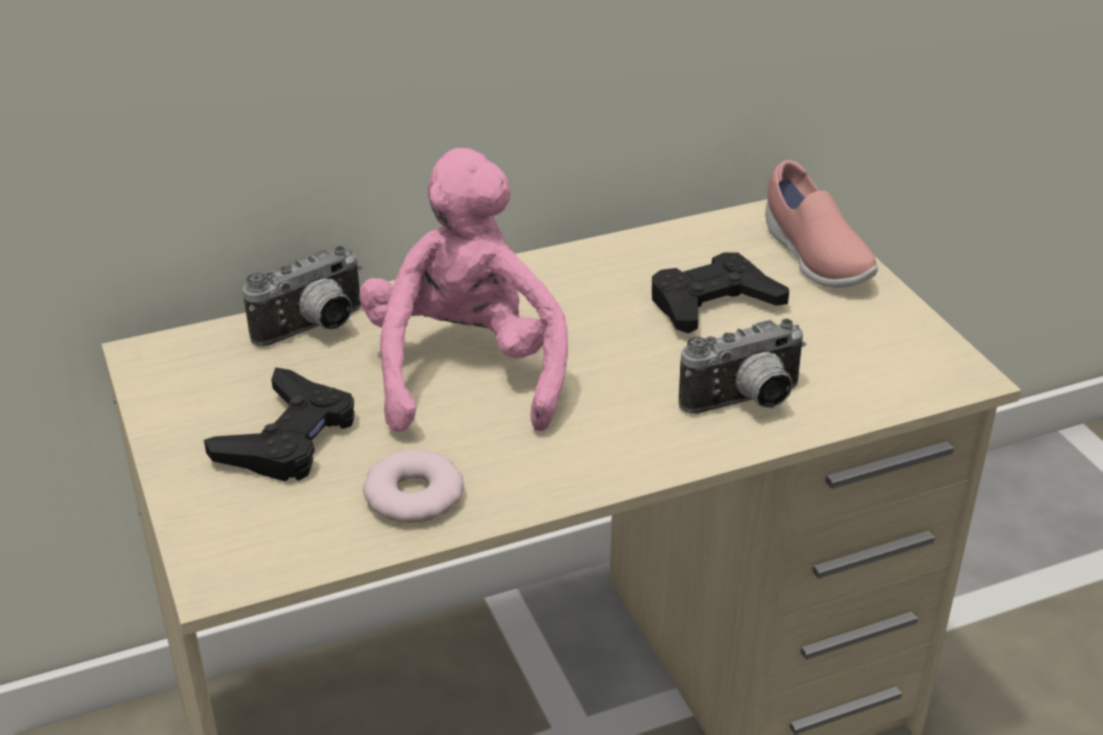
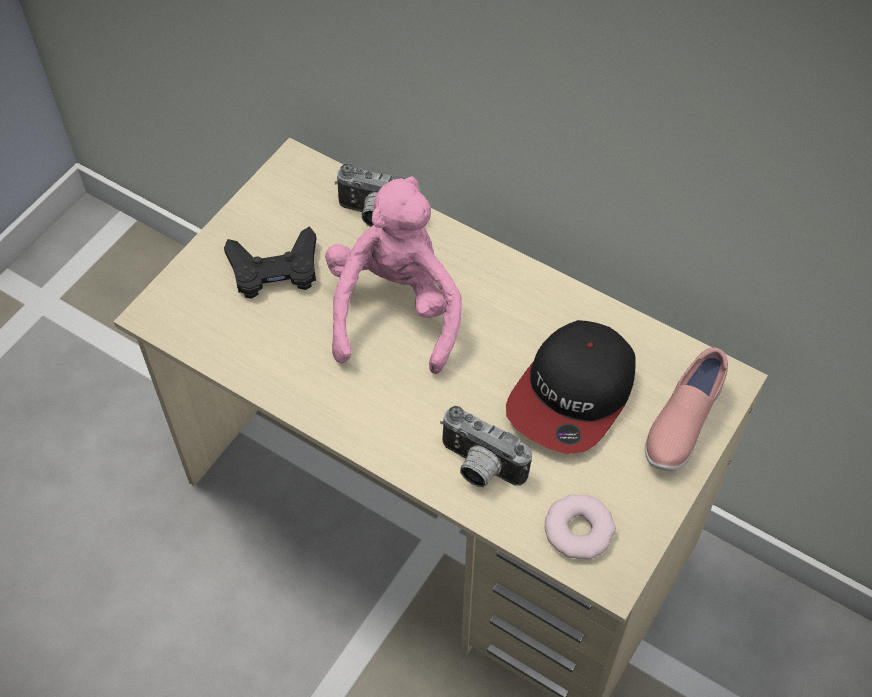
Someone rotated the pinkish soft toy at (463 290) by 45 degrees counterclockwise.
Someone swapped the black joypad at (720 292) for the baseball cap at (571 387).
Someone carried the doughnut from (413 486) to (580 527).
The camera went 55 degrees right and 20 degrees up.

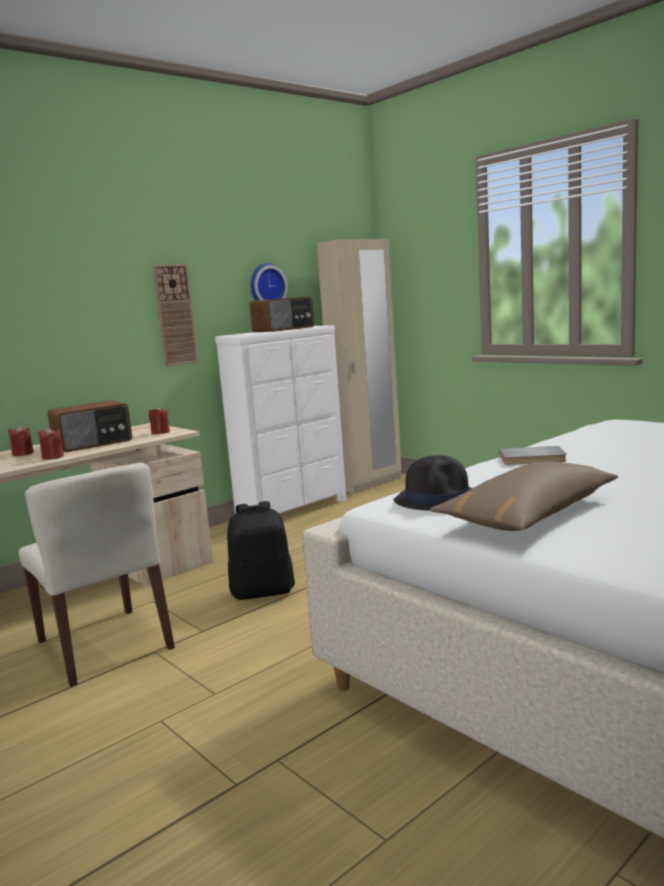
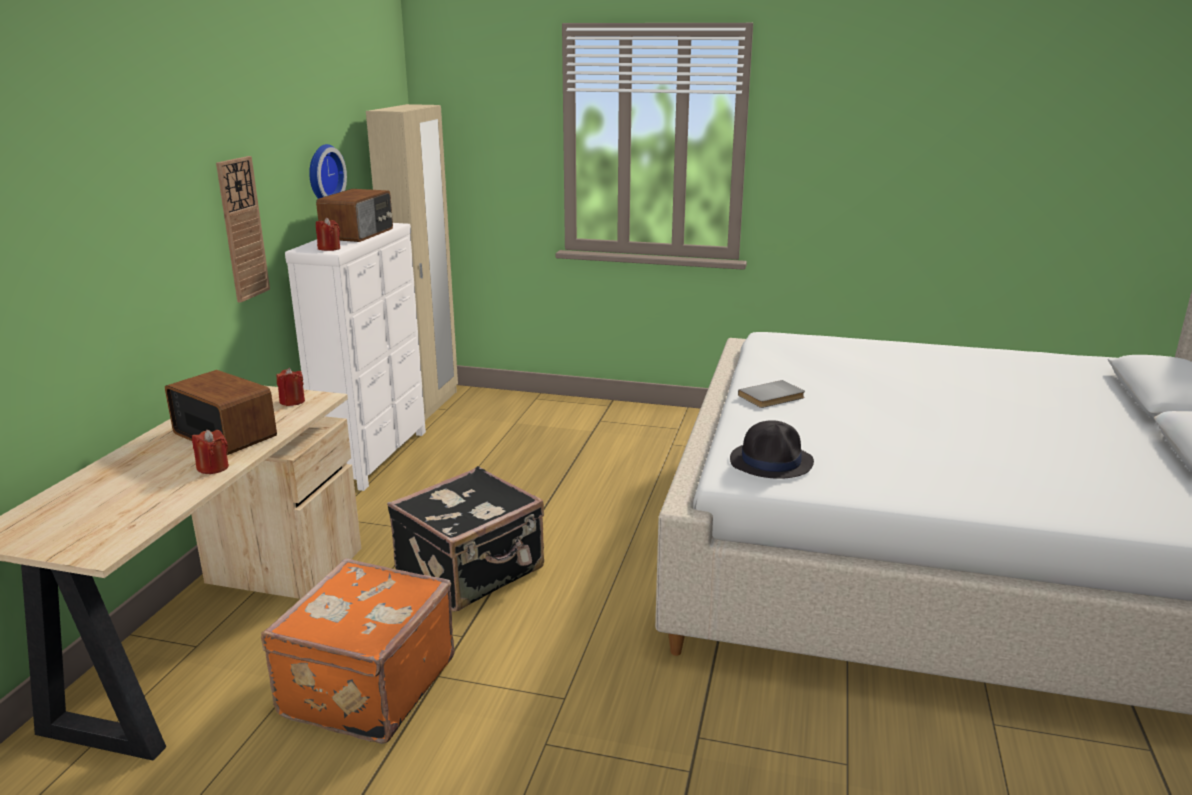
Someone rotated the radio receiver at (89 426) by 75 degrees counterclockwise.
Someone swapped the sand-coloured plain chair at (97 575) for the orangey travel case at (358 651).
Someone carried the red candle from (21 440) to (328 234).
Someone swapped the black backpack at (261 550) for the black travel case at (465 539).
Someone took away the brown cushion at (524 496).
The camera went 35 degrees left and 10 degrees up.

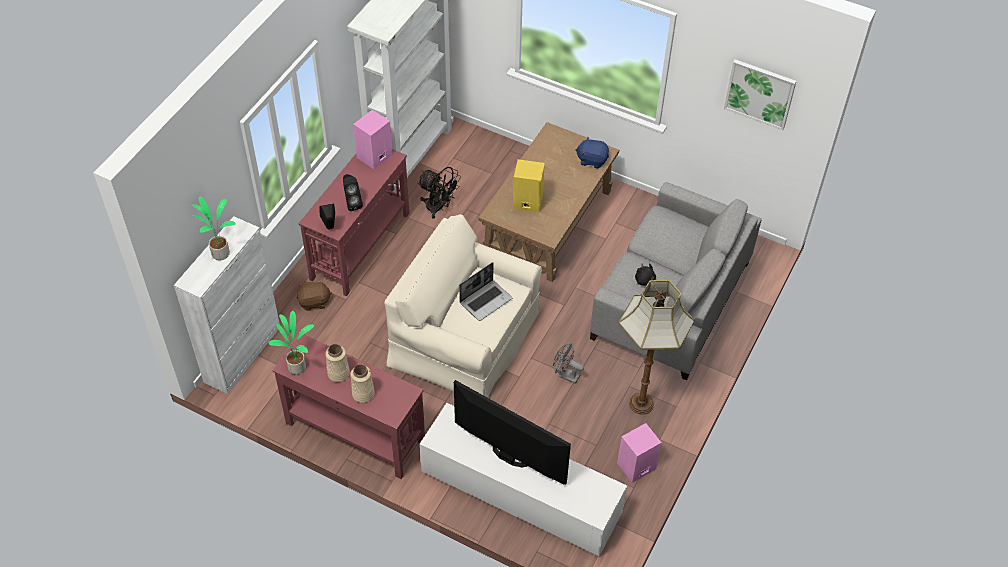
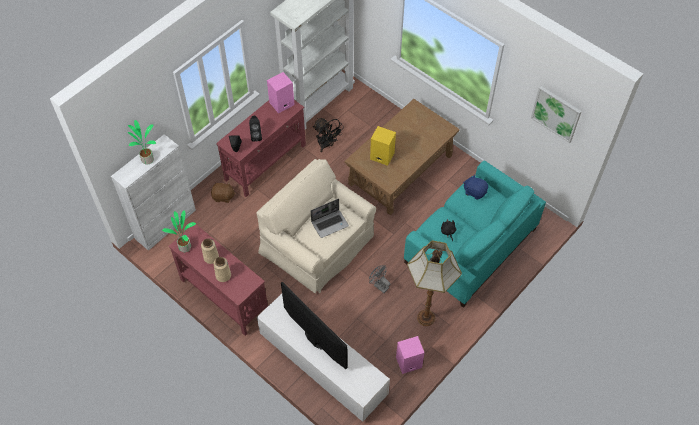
Someone repainted the greyish couch at (676 281), which became the blue-green couch at (475 234).
Someone carried the bluish soft toy from (592 153) to (475 187).
The camera went 15 degrees right and 5 degrees up.

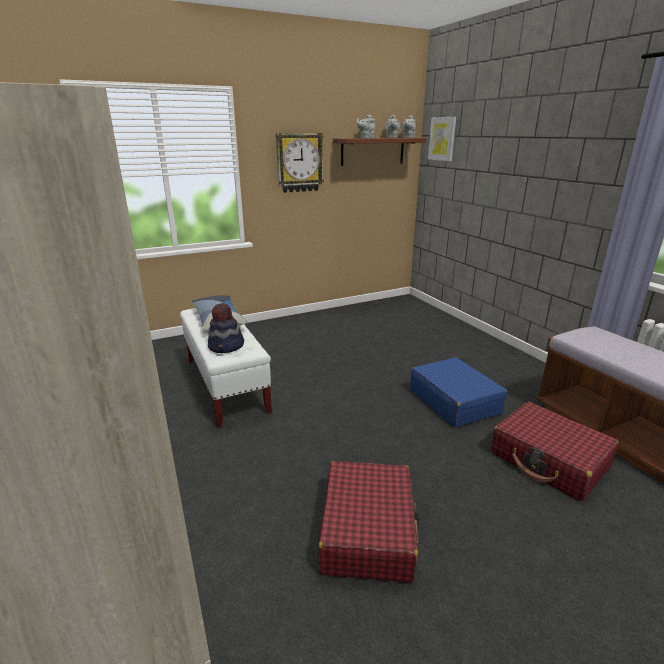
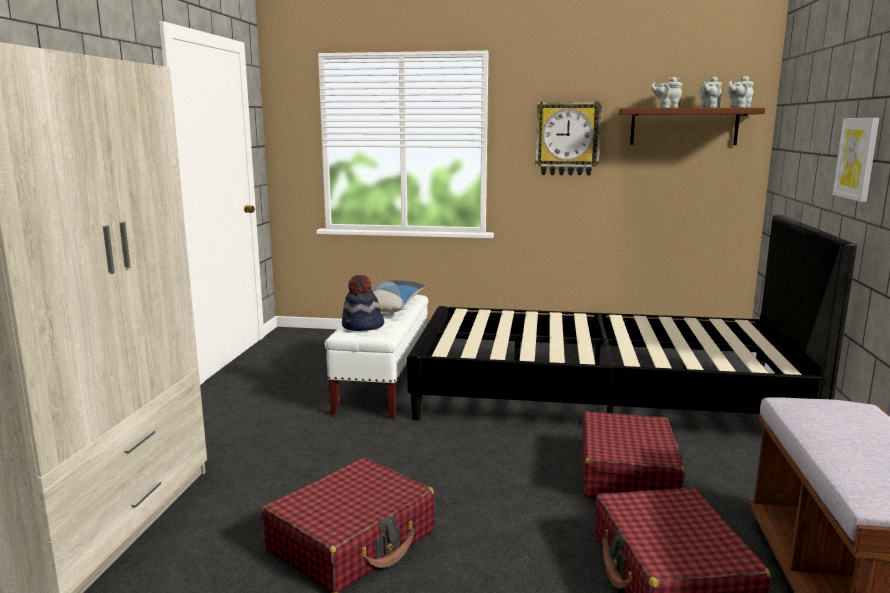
Someone put down the black sleeping bed at (632 317).
Someone repainted the bluish travel case at (458 392), which became the red travel case at (633 455).
Someone carried the wall art from (442 139) to (856 160).
The camera went 35 degrees right and 10 degrees down.

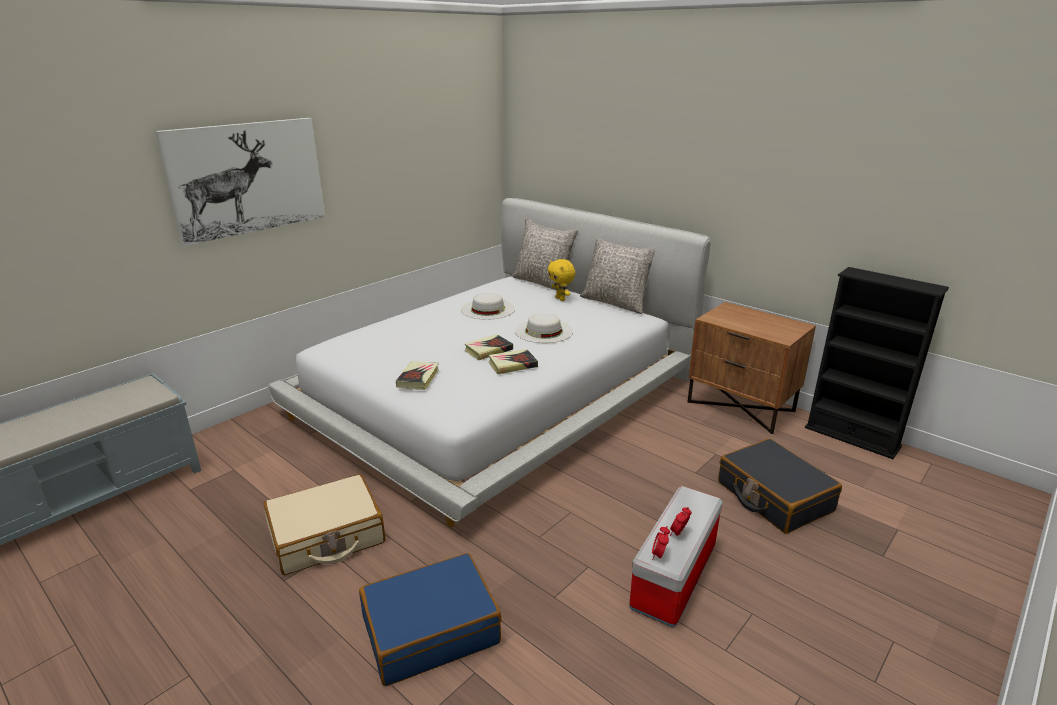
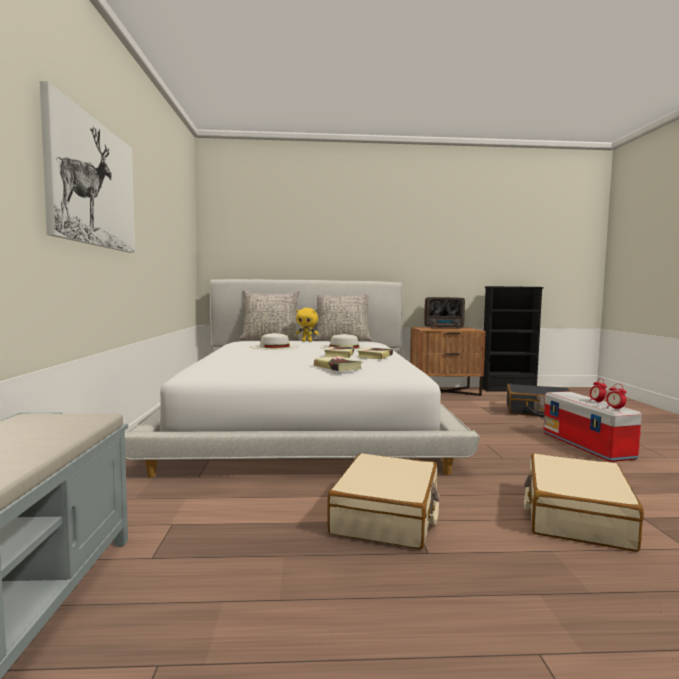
Someone put down the radio receiver at (444 313).
Someone repainted the bluish travel case at (430 619), which became the sand-coloured travel case at (584 503).
The camera went 45 degrees left and 20 degrees down.

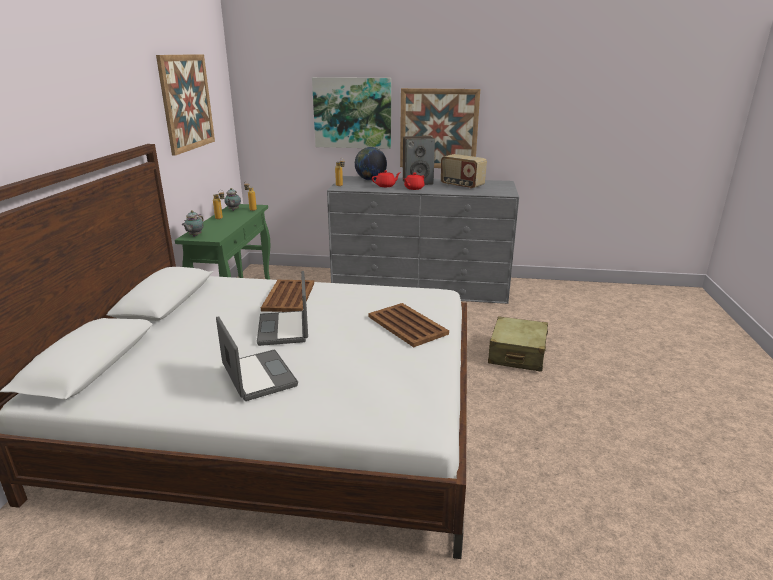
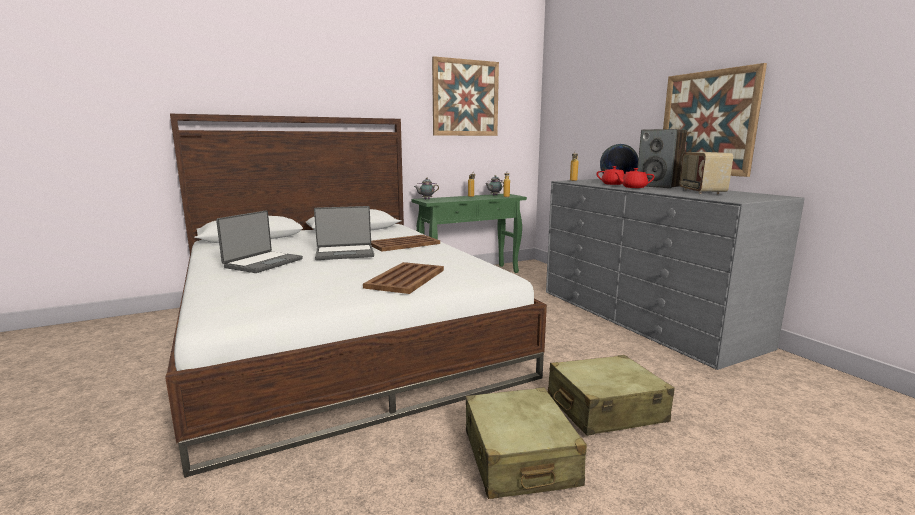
Someone rotated the portable computer at (282 308) by 150 degrees counterclockwise.
Someone put down the sand-coloured travel case at (526 443).
Someone took away the wall art at (351 113).
The camera went 55 degrees right and 10 degrees down.

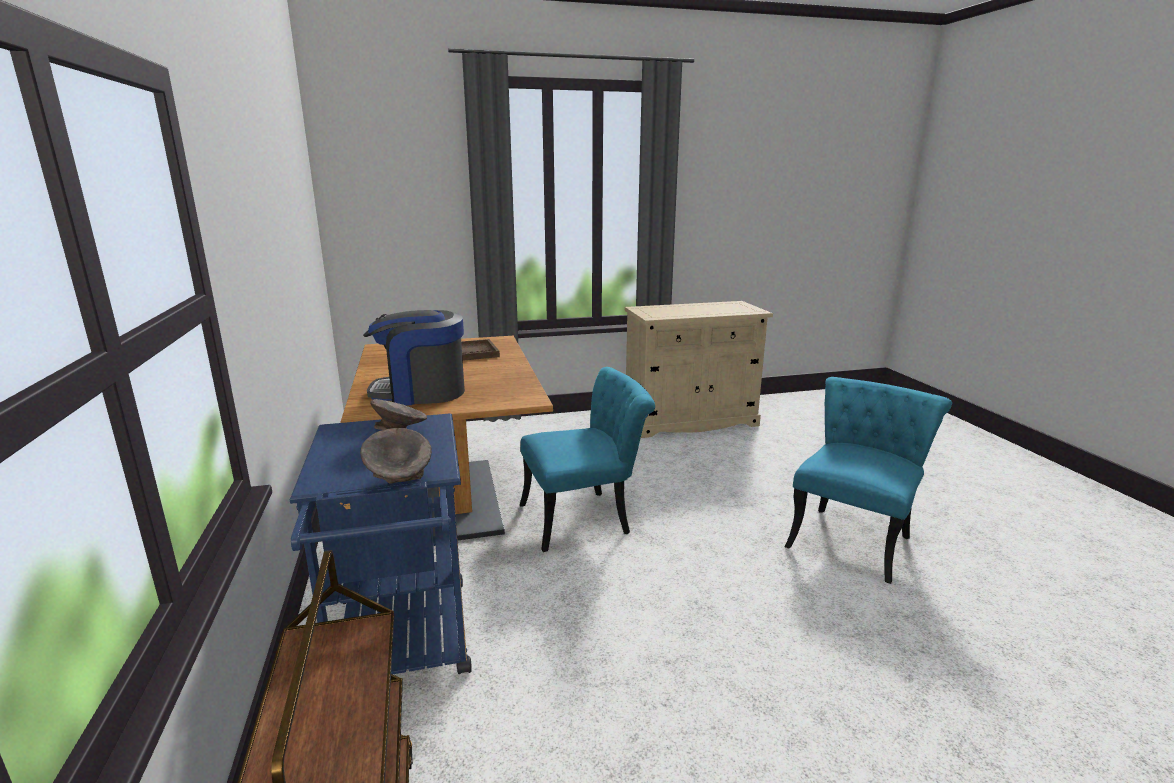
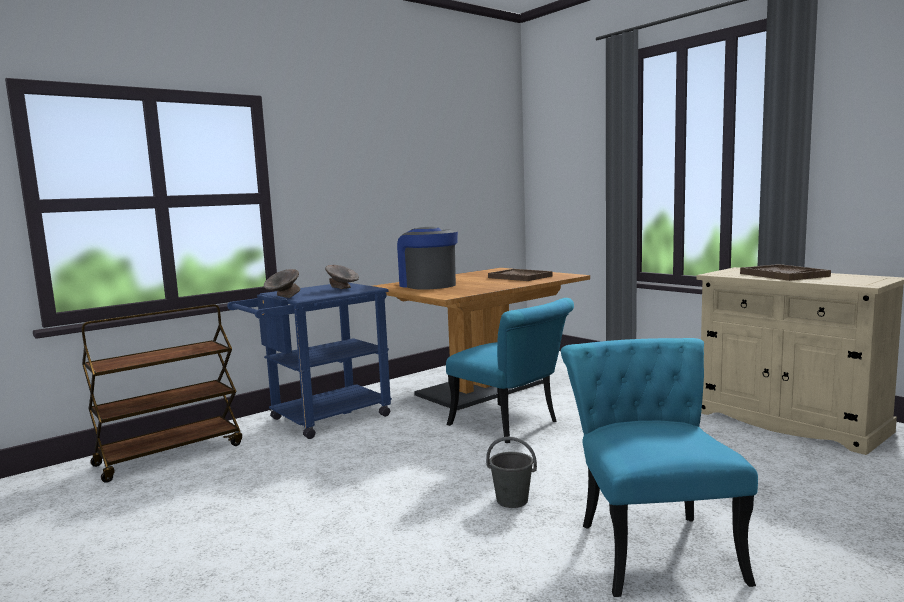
Someone put down the greyish pail at (511 472).
Someone rotated the blue-green plain chair at (868 480) by 105 degrees counterclockwise.
Someone put down the brown serving tray at (785 272).
The camera went 65 degrees right and 10 degrees down.

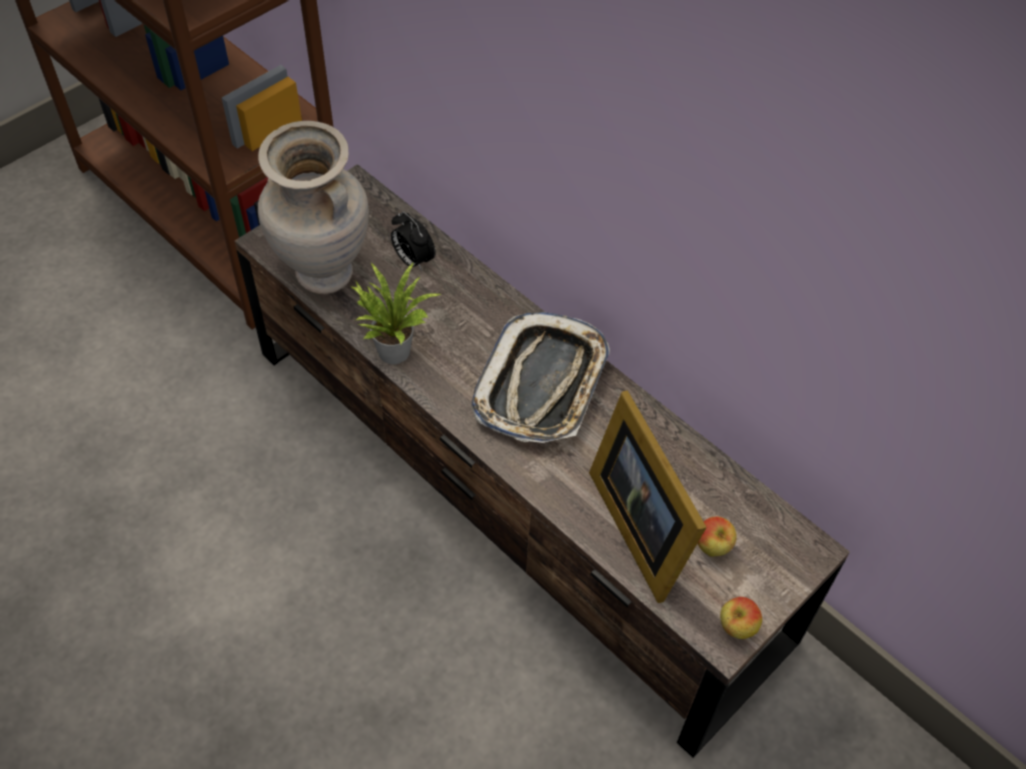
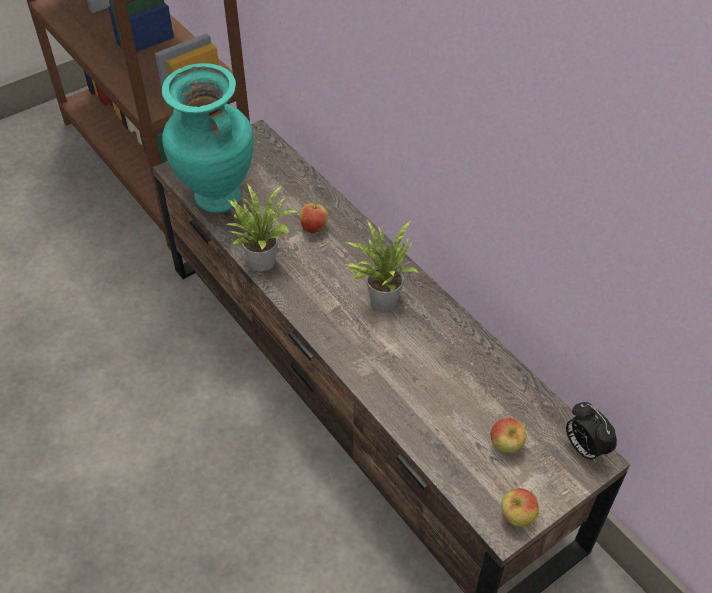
Someone repainted the sand-coloured decorative vase at (313 207), which became the blue-green decorative vase at (208 138).
Someone put down the apple fruit at (313 216).
Someone swapped the serving tray at (541 377) for the potted plant at (380 265).
Someone carried the table clock from (413 241) to (591 432).
Someone took away the picture frame at (648 496).
The camera went 10 degrees right and 5 degrees down.

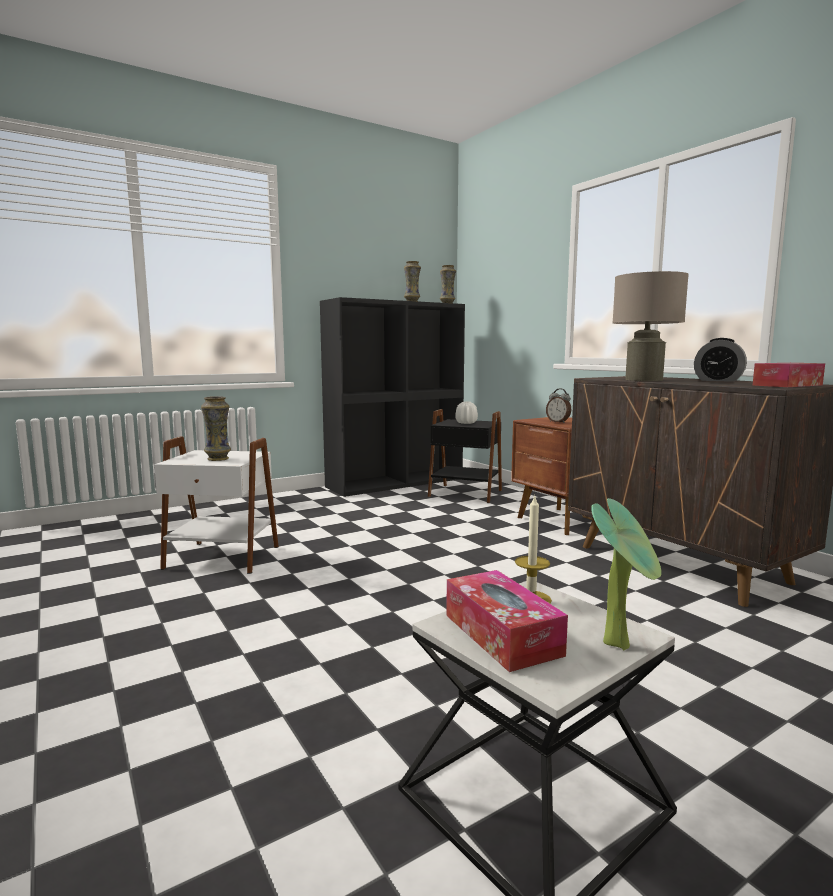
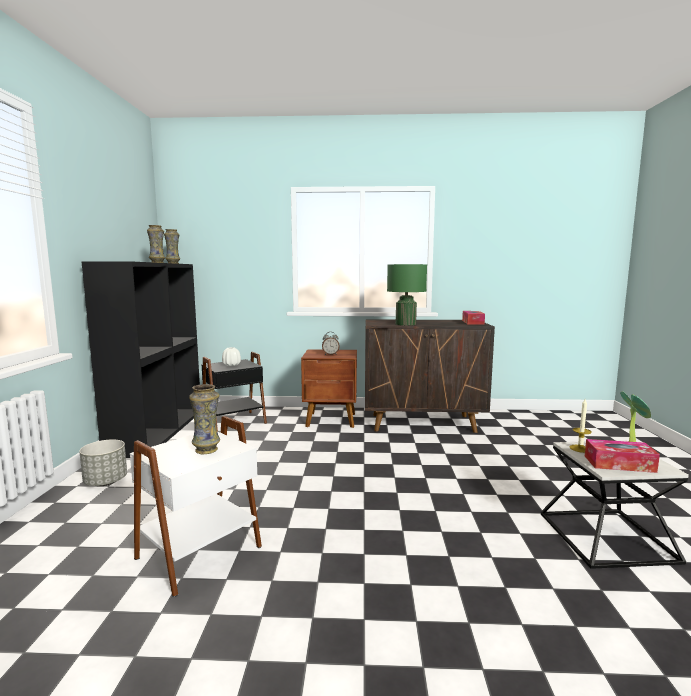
Someone put down the greyish plant pot at (103 463).
Someone repainted the sand-coloured tabletop lamp at (650 326), which became the green tabletop lamp at (407 294).
Someone took away the table clock at (720 360).
The camera went 55 degrees left and 0 degrees up.

